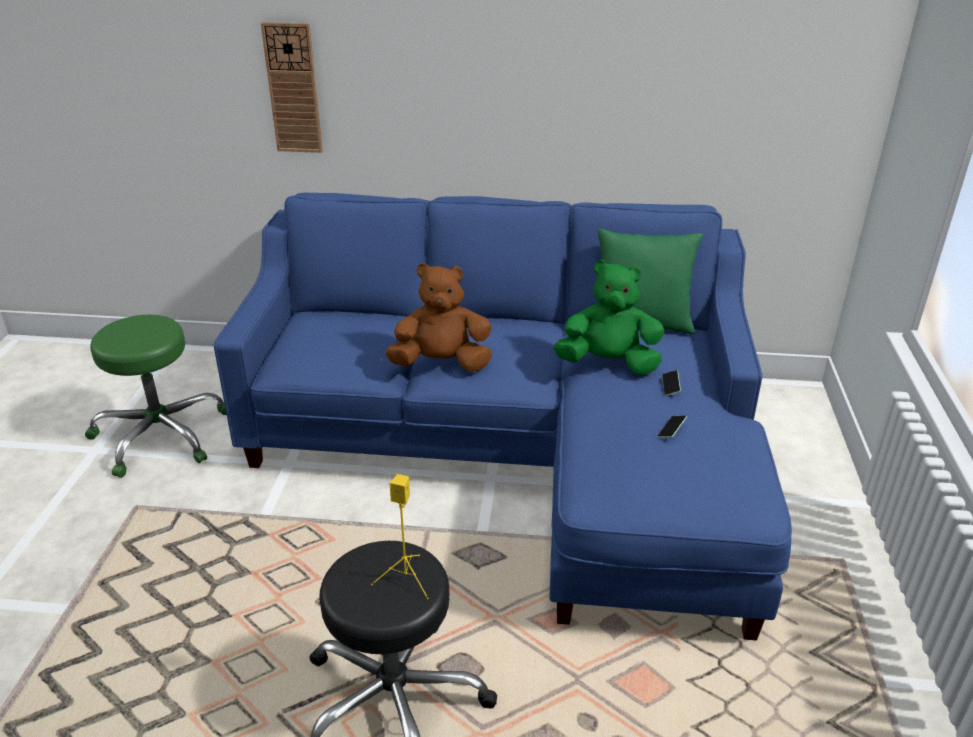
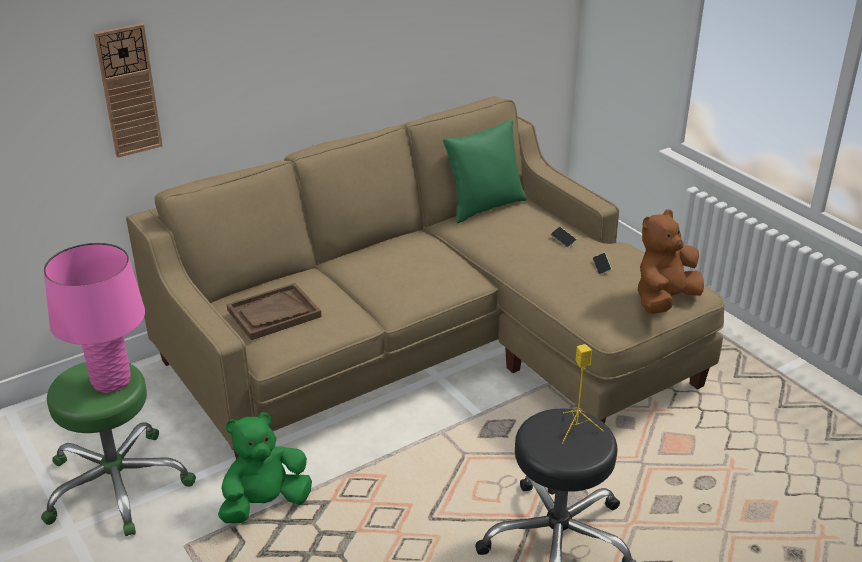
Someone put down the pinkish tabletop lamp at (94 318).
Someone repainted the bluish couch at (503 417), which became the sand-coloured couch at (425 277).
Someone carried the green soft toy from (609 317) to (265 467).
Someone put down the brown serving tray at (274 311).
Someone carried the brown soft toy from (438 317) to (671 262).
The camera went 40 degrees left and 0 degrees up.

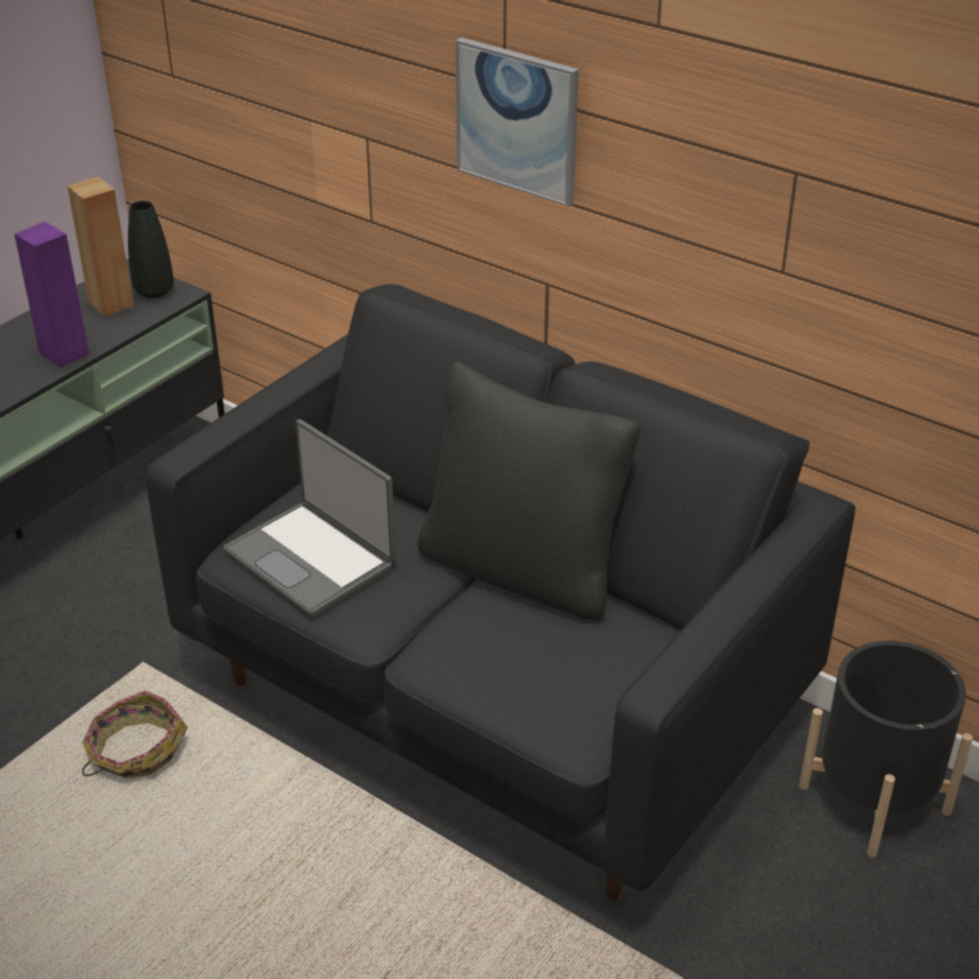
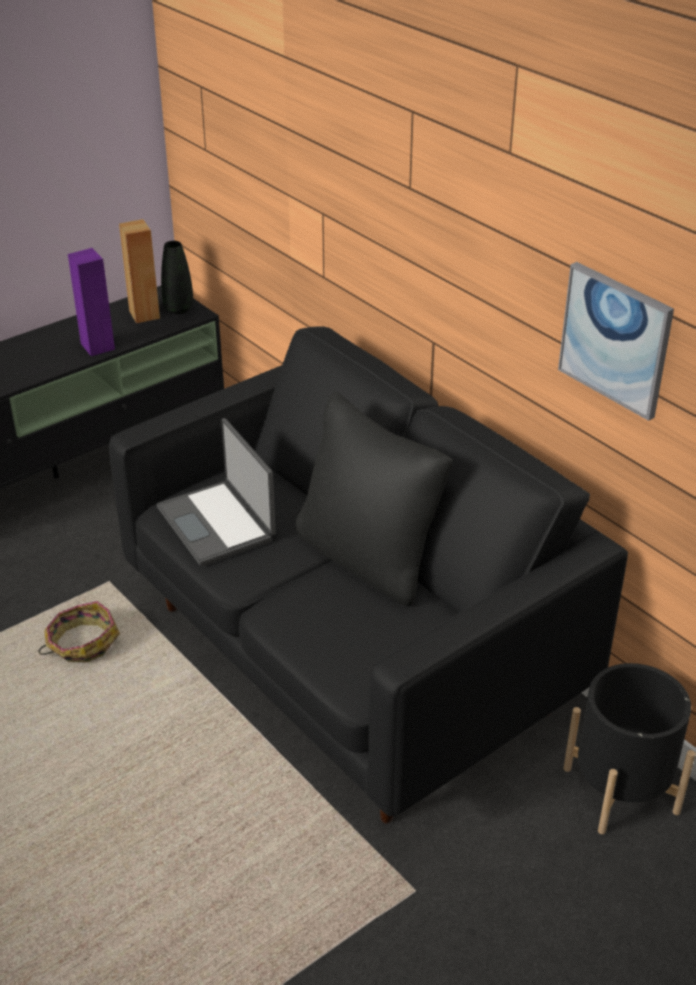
Someone carried the wall art from (517 122) to (616 341).
The camera went 15 degrees right and 0 degrees up.

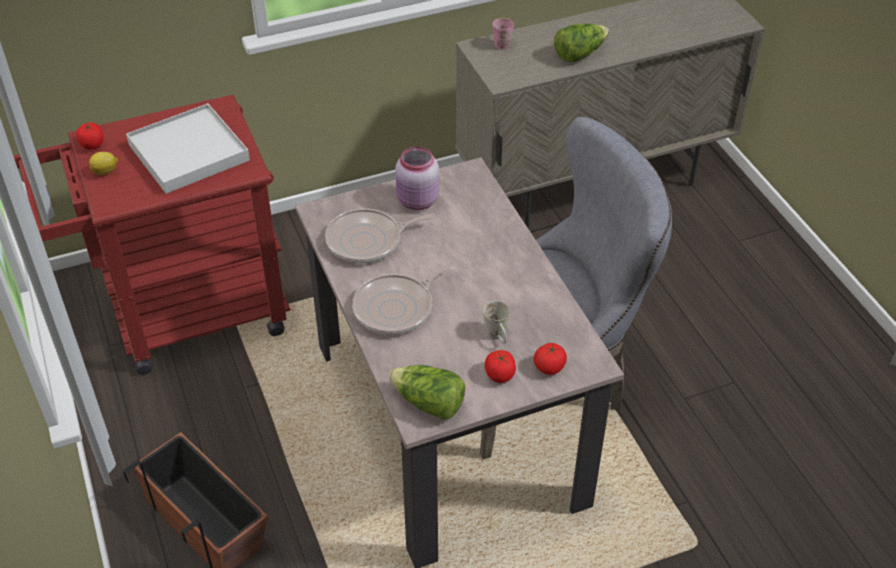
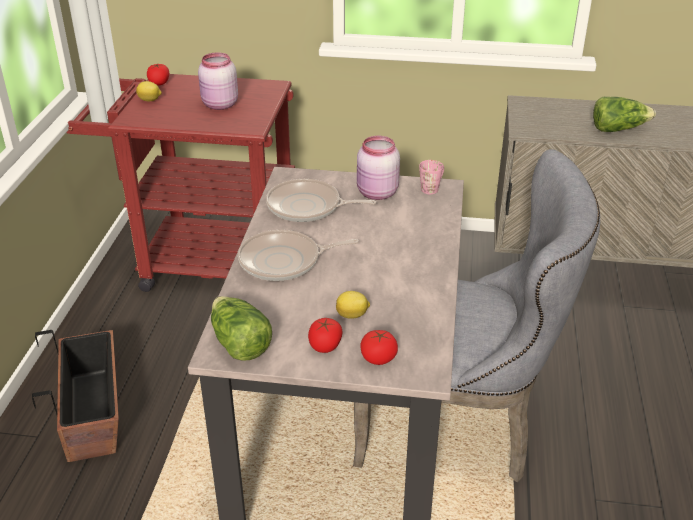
Someone swapped the white serving tray at (188 148) for the pinkish jar at (218 81).
Someone swapped the white coffee mug at (496 322) for the whole lemon at (353 305).
Someone carried the pinkish coffee mug from (503 33) to (431 177).
The camera went 30 degrees right and 10 degrees down.

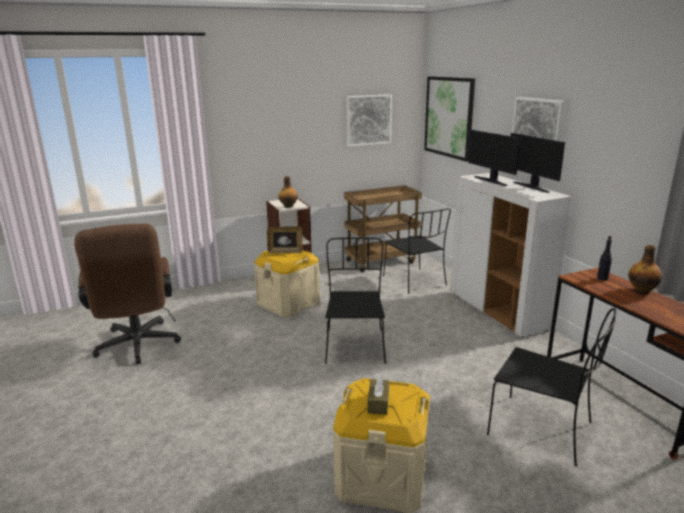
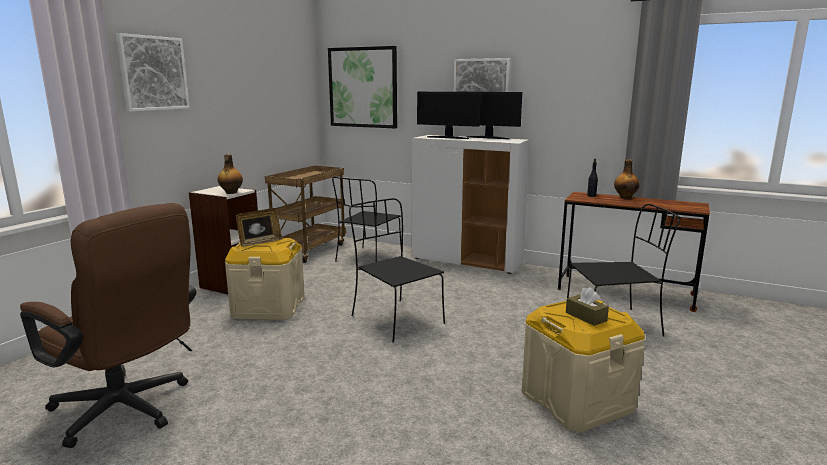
Someone carried the wall art from (369 120) to (153 72).
Someone rotated the black plain chair at (417 251) by 90 degrees clockwise.
The camera went 40 degrees left and 5 degrees down.

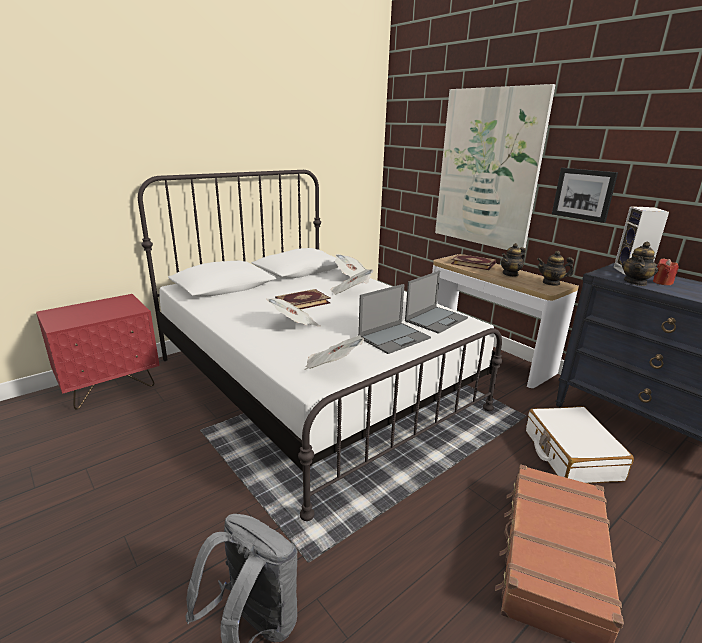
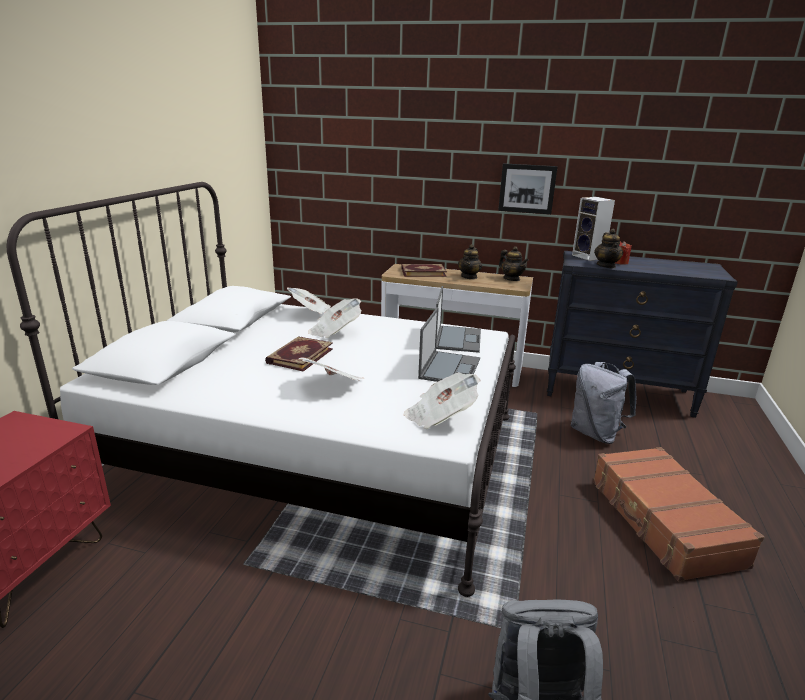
Someone rotated the tea pot at (555 268) by 105 degrees counterclockwise.
Someone swapped the white travel case at (580 445) for the greyish backpack at (603 403).
Someone took away the wall art at (495 167).
The camera went 35 degrees left and 0 degrees up.

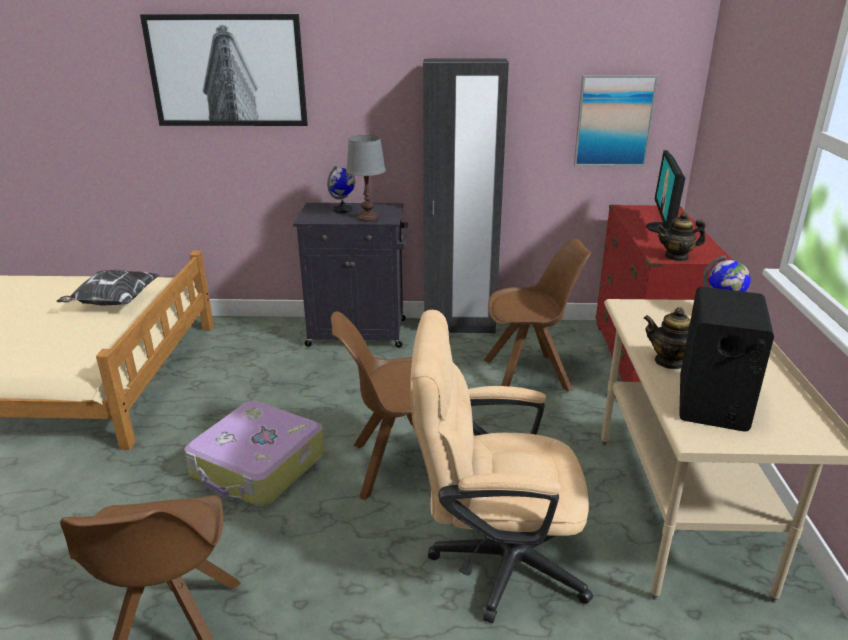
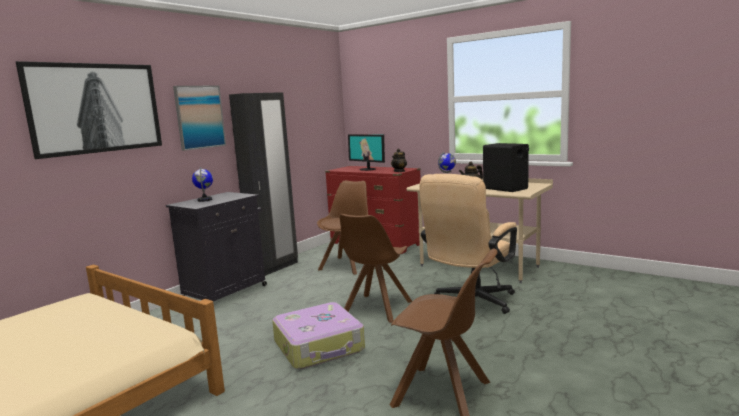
Someone carried the wall art from (616 120) to (199 118).
Someone took away the cushion at (108 288).
Someone took away the greyish tabletop lamp at (366 178).
The camera went 55 degrees left and 15 degrees down.

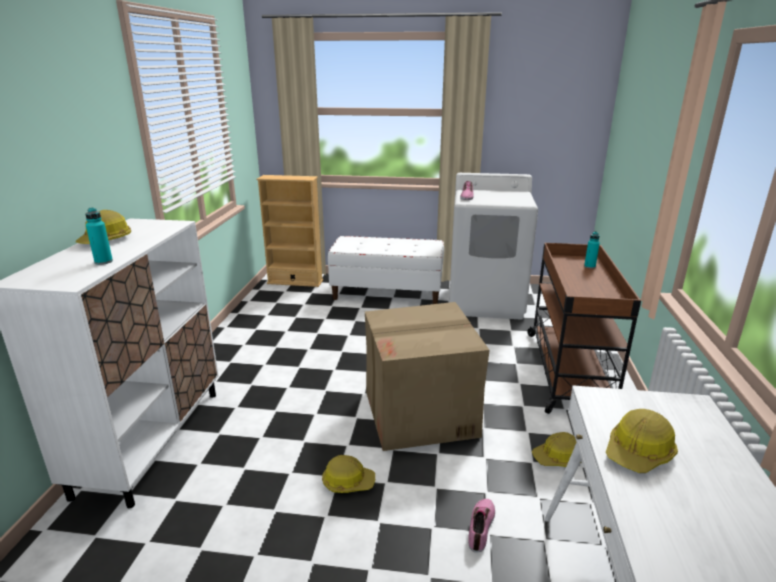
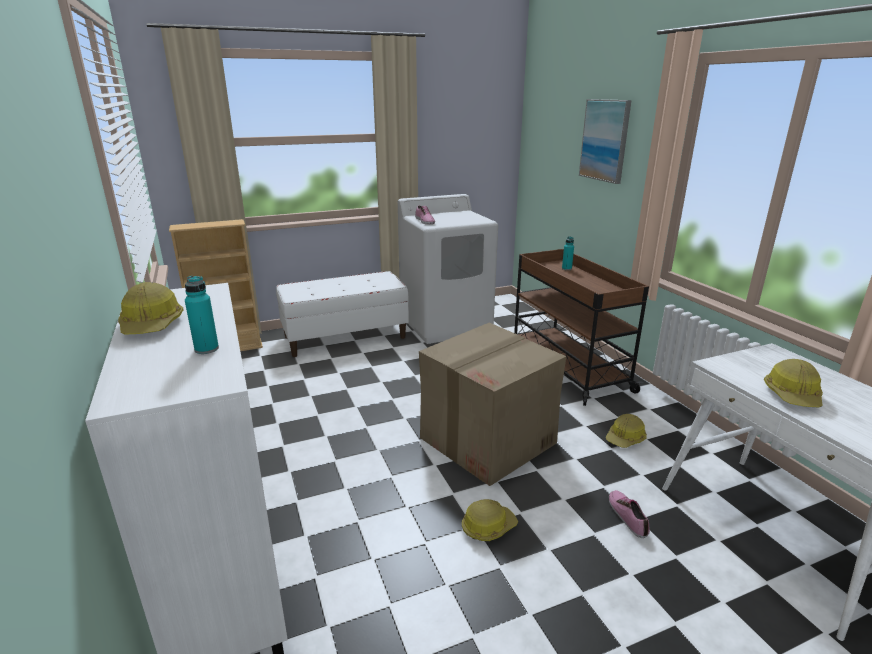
Someone put up the wall art at (605 141).
The camera went 30 degrees left and 0 degrees up.

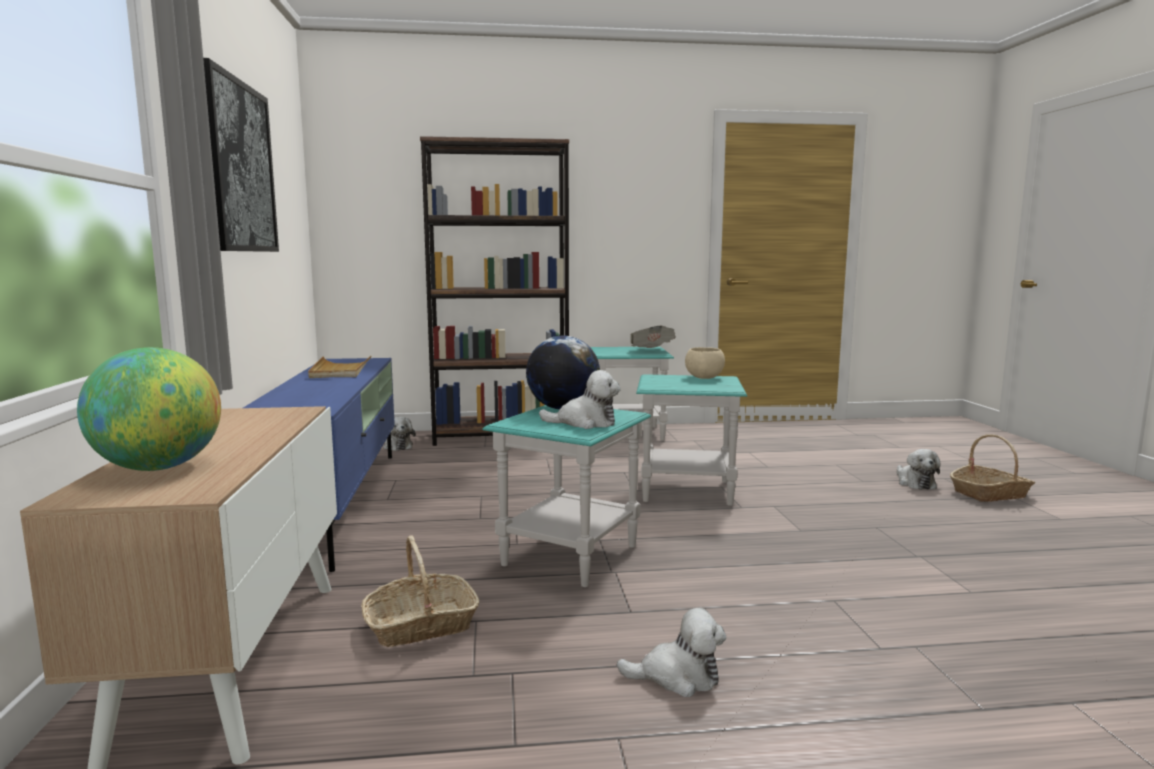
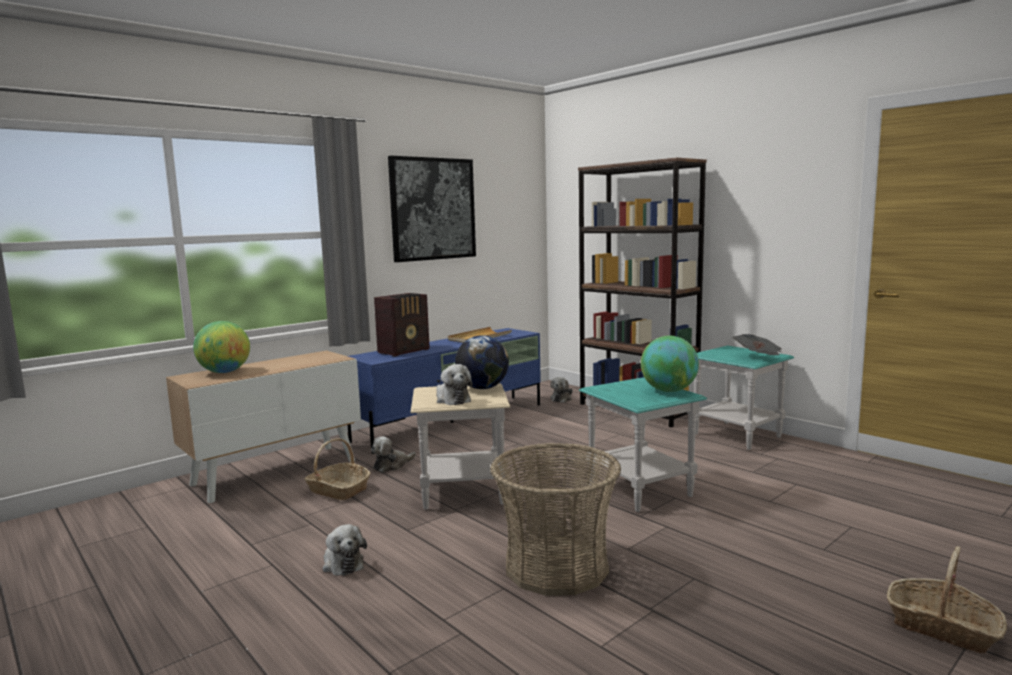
Someone carried the soft toy from (918 469) to (393 454).
Someone put down the radio receiver at (402 325).
Someone repainted the blue-green accent table at (566 496), which became the sand-coloured accent table at (460 446).
Someone put down the household basket at (555 519).
Someone swapped the sand-coloured bowl at (705 363) for the desk globe at (670 364).
The camera went 55 degrees right and 0 degrees up.

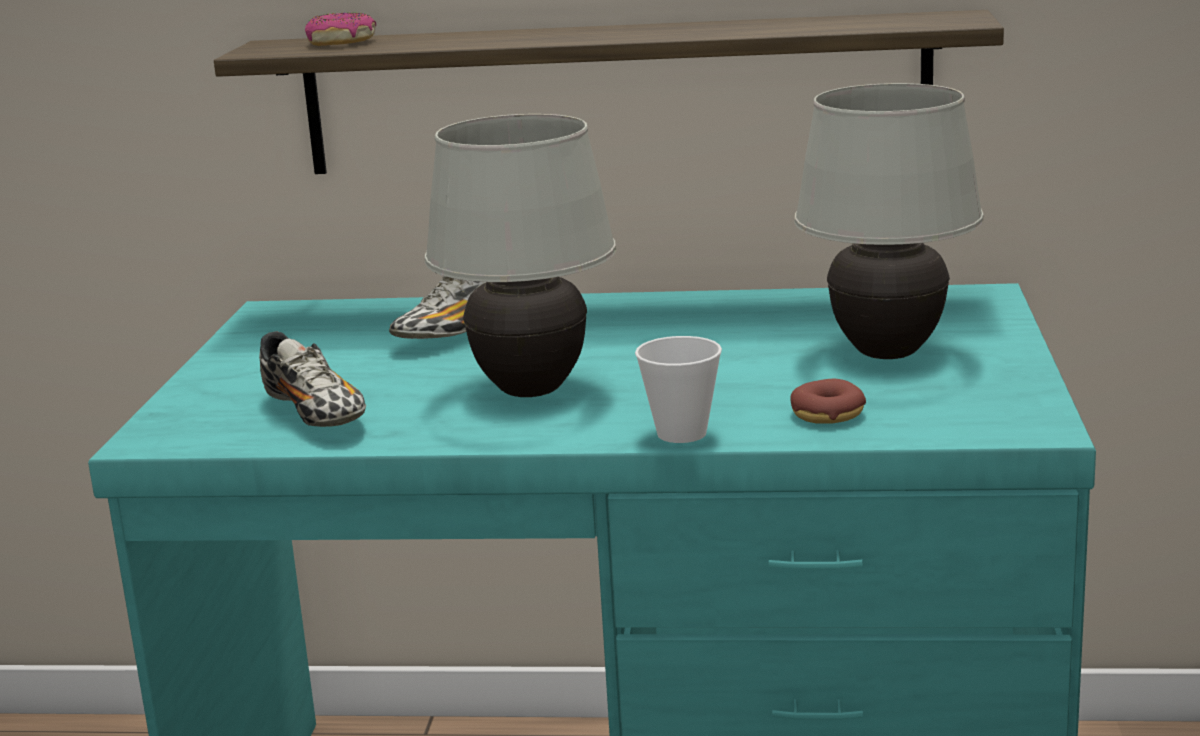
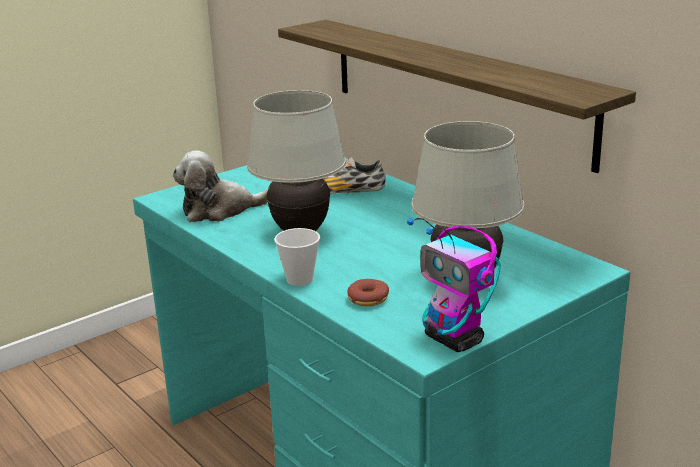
Someone swapped the shoe at (312 379) for the soft toy at (220 186).
Someone put down the robot figure at (454 285).
Someone took away the doughnut at (340 29).
The camera went 45 degrees right and 5 degrees up.

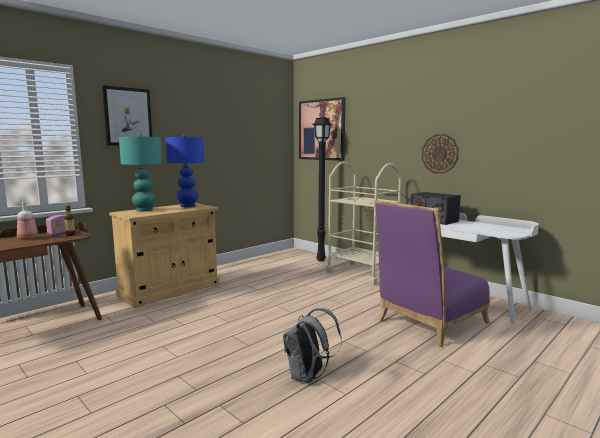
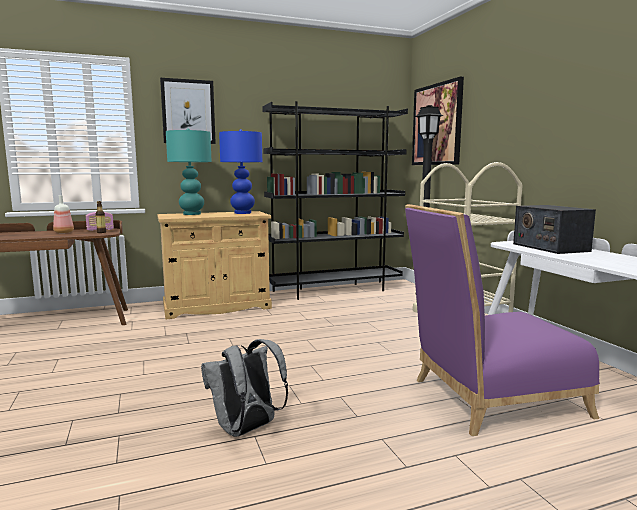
Someone put down the black bookshelf at (335 200).
Someone took away the hanging clock at (440 154).
The camera went 25 degrees right and 0 degrees up.

